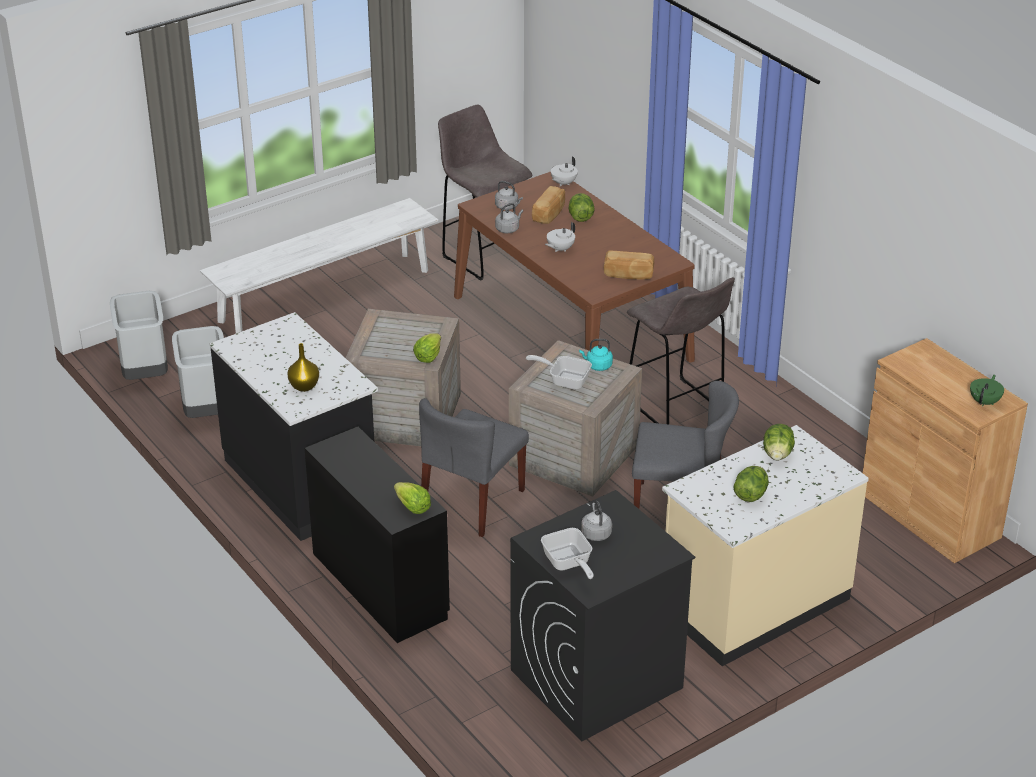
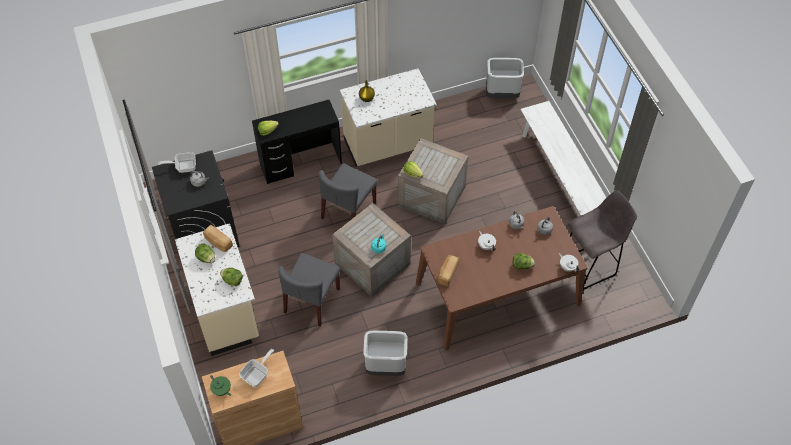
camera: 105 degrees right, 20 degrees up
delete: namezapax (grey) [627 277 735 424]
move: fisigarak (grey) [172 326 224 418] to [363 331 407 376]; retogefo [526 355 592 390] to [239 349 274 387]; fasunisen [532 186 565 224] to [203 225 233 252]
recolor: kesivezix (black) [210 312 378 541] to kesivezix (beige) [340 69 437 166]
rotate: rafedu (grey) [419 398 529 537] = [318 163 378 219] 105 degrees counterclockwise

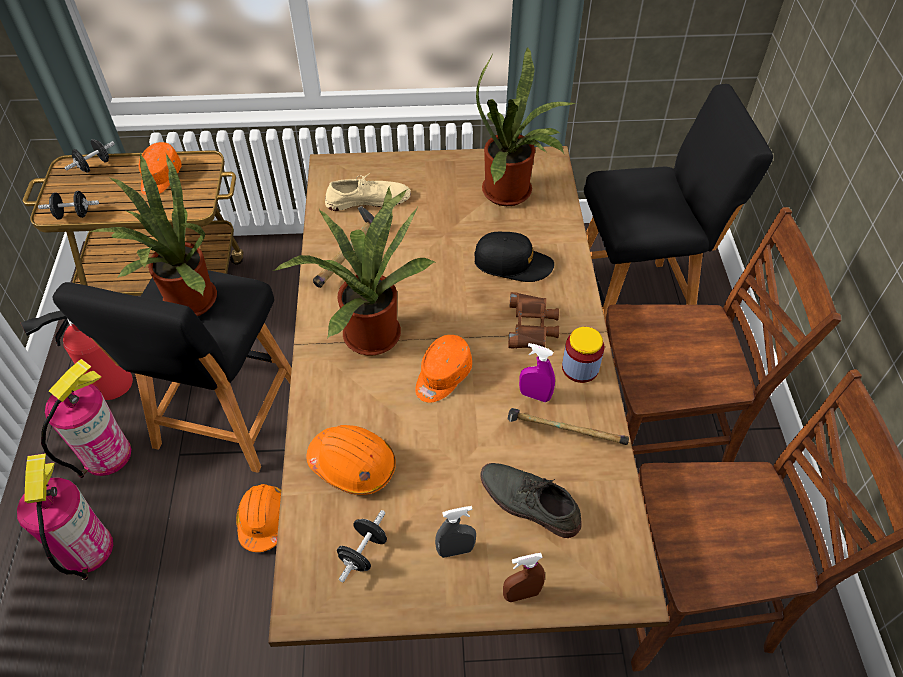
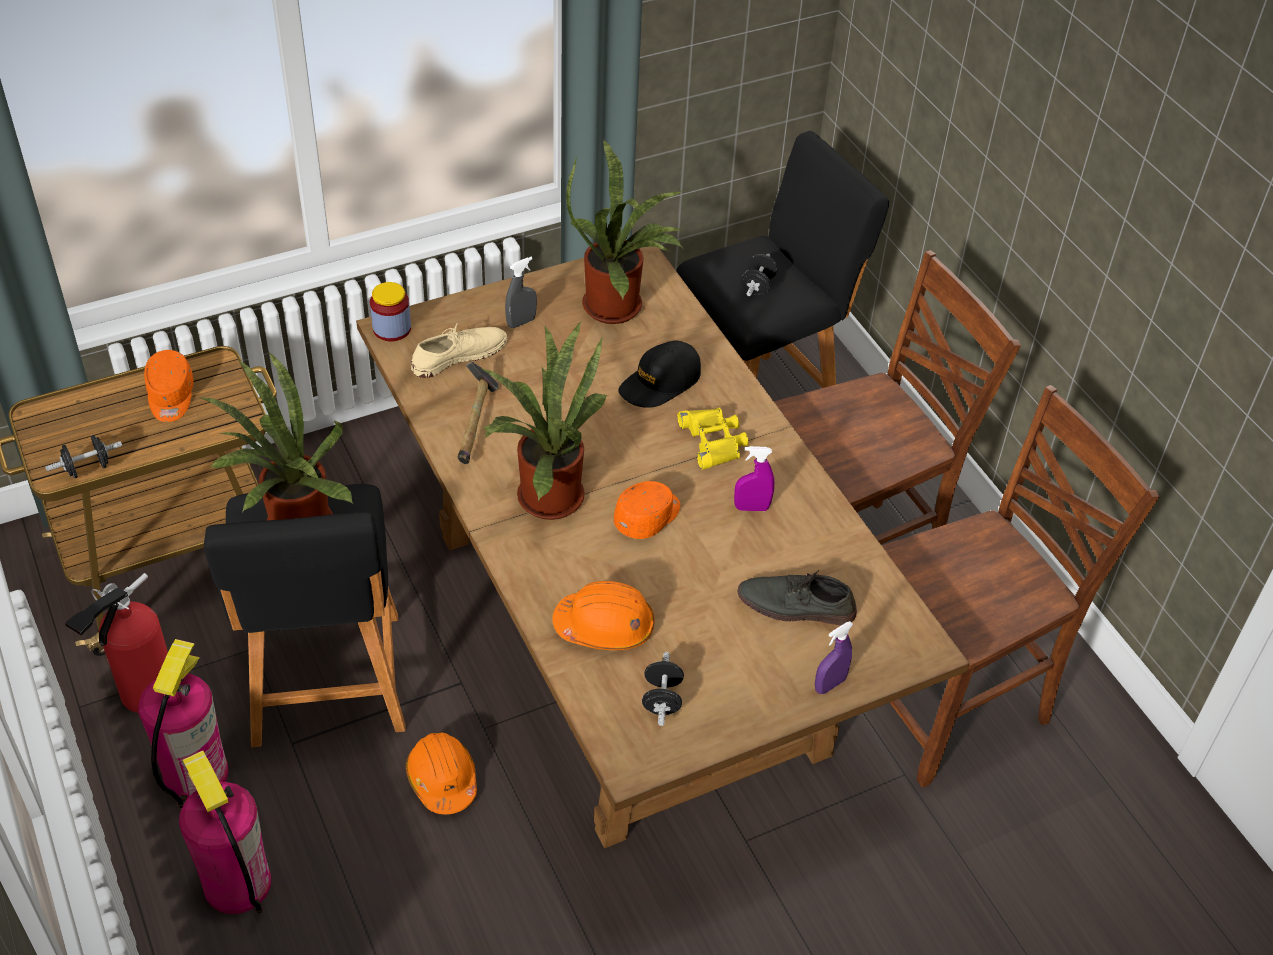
camera: 25 degrees left, 5 degrees down
delete: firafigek [508 408 629 445]
move: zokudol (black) [64 139 115 173] to [741 254 778 296]; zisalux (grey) [435 506 476 558] to [505 257 537 328]; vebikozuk [562 327 604 383] to [370 282 411 341]
recolor: zisalux (brown) [503 553 545 602] to zisalux (purple) [815 621 853 694]; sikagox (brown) [508 292 559 349] to sikagox (yellow) [677 408 748 470]
rotate: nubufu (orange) [415 335 472 403] = [614 481 680 539] 150 degrees counterclockwise; nubufu (black) [475 232 554 282] = [618 341 701 408] 150 degrees clockwise

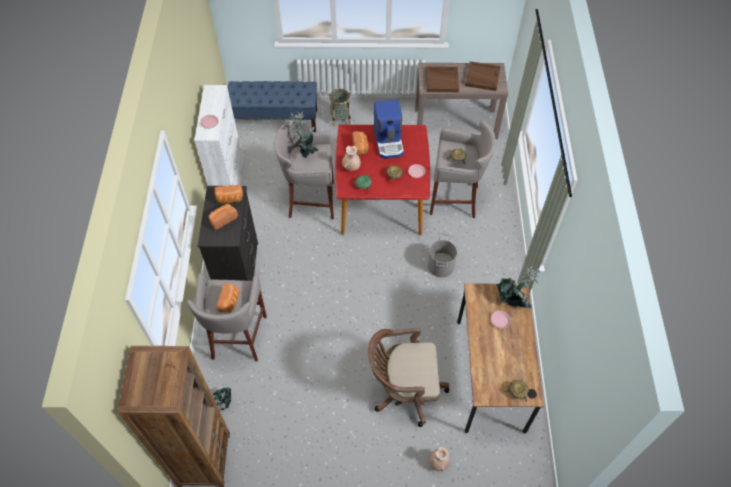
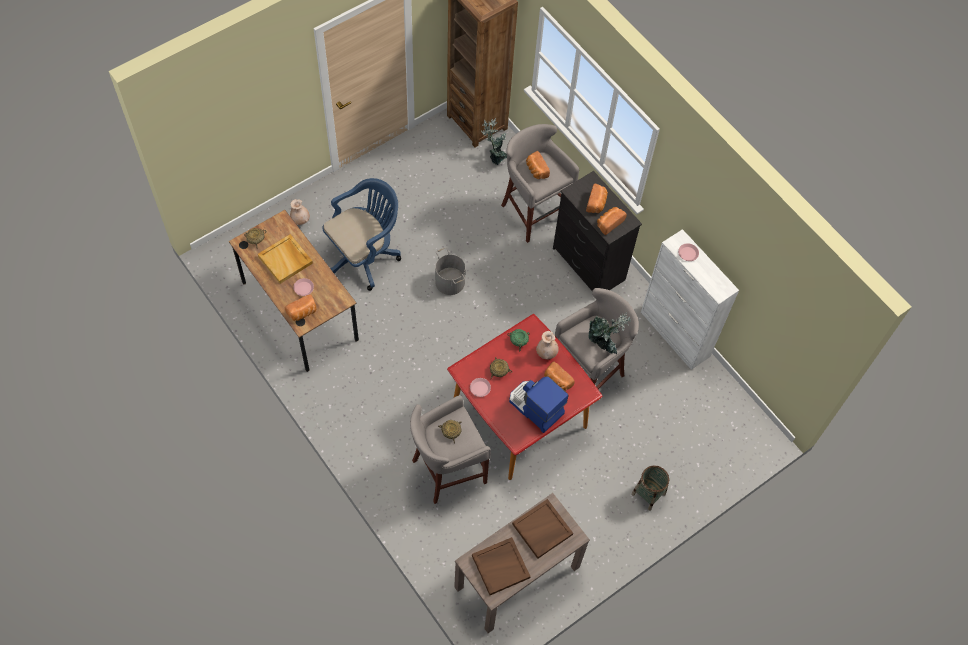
camera: 140 degrees right, 5 degrees up
delete: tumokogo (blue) [228 81 317 132]
insert: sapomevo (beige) [258 234 313 284]
move: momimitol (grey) [428 234 457 277] to [435 247 466 295]
replace: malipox [496 265 541 308] to fasunisen [285 294 317 321]
recolor: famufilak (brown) [368 328 449 427] to famufilak (blue) [322 178 401 291]

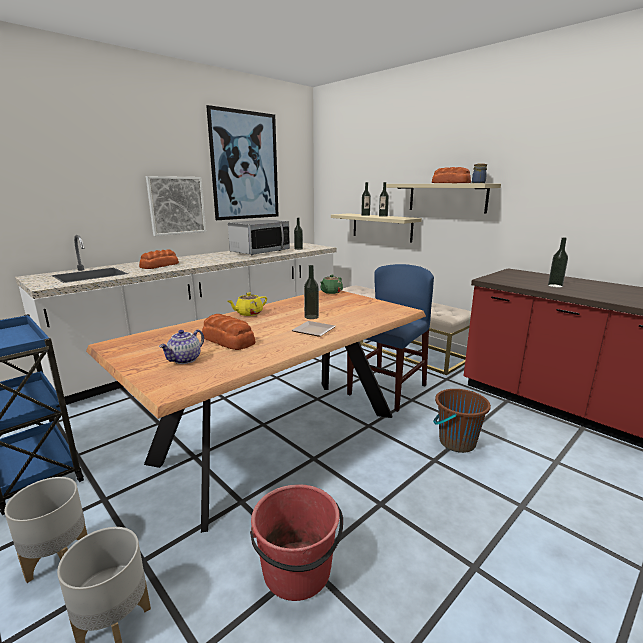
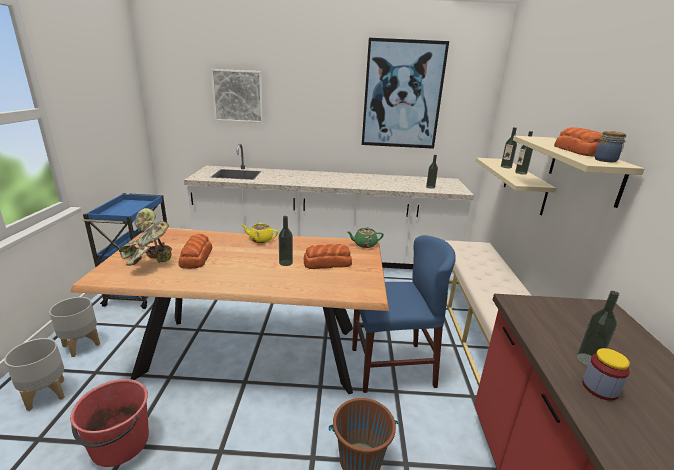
camera: 45 degrees right, 5 degrees up
delete: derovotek [228 219 290 255]; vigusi [291 321 336 336]
insert: vebikozuk [582 348 630 401]
move: fasunisen [139 249 179 269] to [304 244 352 269]; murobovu [146 176 206 236] to [211 69 263 123]
replace: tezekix [159 329 204 364] to malipox [119 208 172 266]

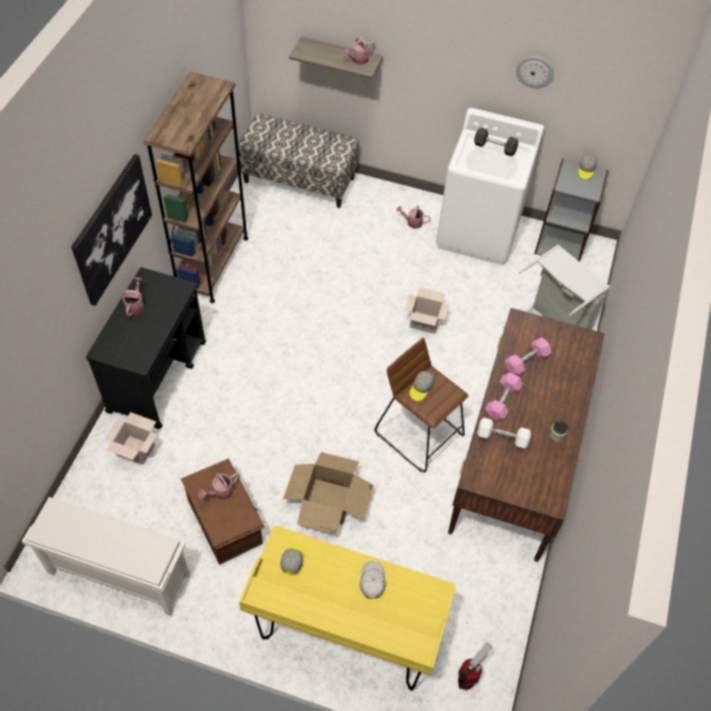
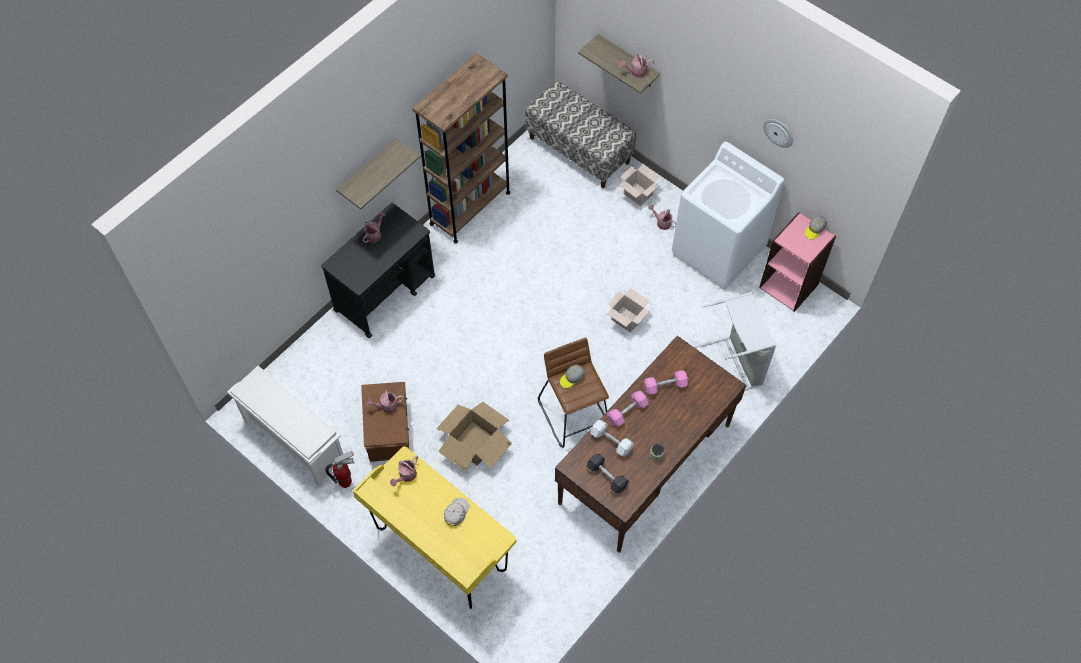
camera: 25 degrees right, 5 degrees up
move: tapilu [105 412 158 464] to [619 164 661 206]; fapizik [458 642 492 690] to [325 451 355 488]; zokudol (grey) [474 127 518 156] to [587 454 629 493]
replace: murobovu [71 154 152 306] to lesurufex [336 138 421 209]; nubufu [281 543 305 574] to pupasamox [390 456 418 486]
recolor: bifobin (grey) [535 159 609 262] to bifobin (pink) [759 212 836 312]

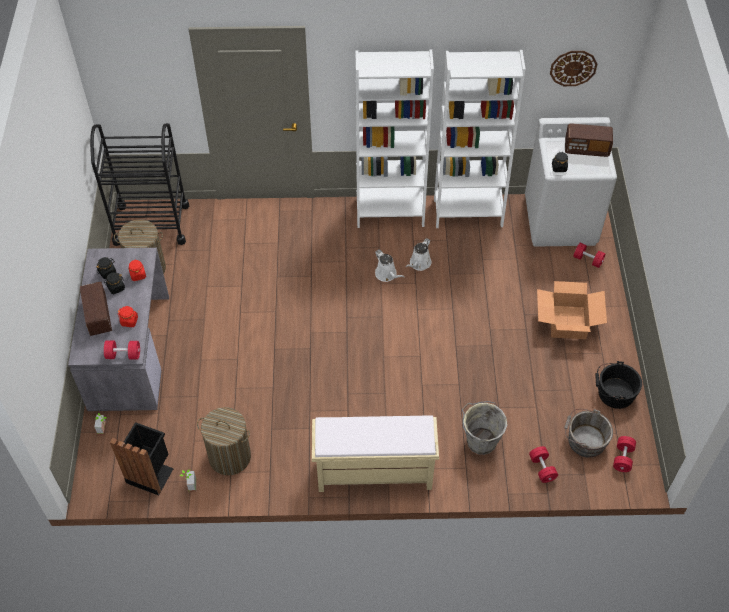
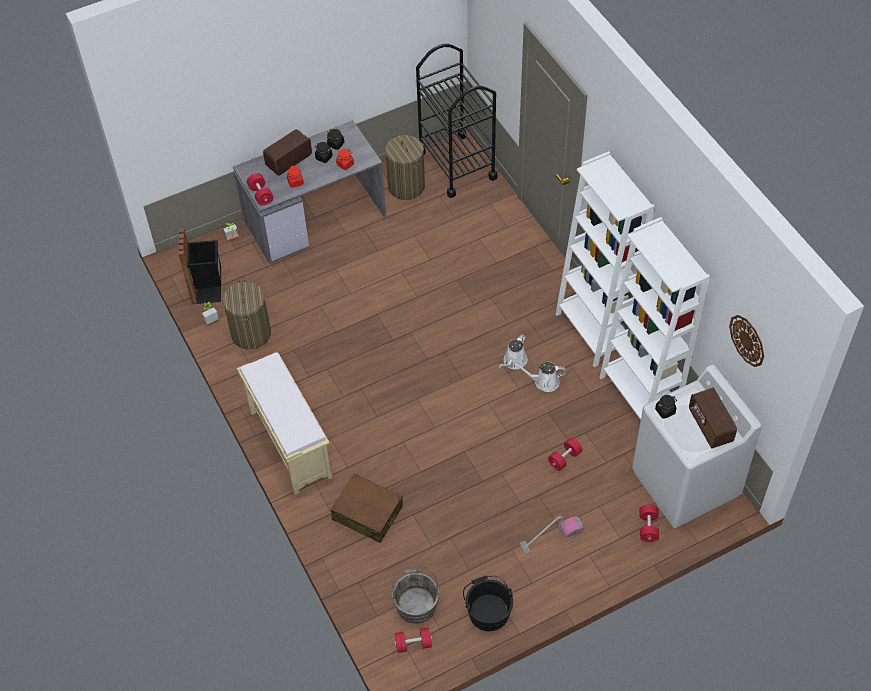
camera: 65 degrees right, 0 degrees up
move: zokudol (red) [529 446 558 483] to [548 438 583 471]
replace: momimitol (grey) [462 401 507 455] to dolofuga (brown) [331 473 403 543]; tapilu [537 281 607 339] to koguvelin [520 516 584 554]

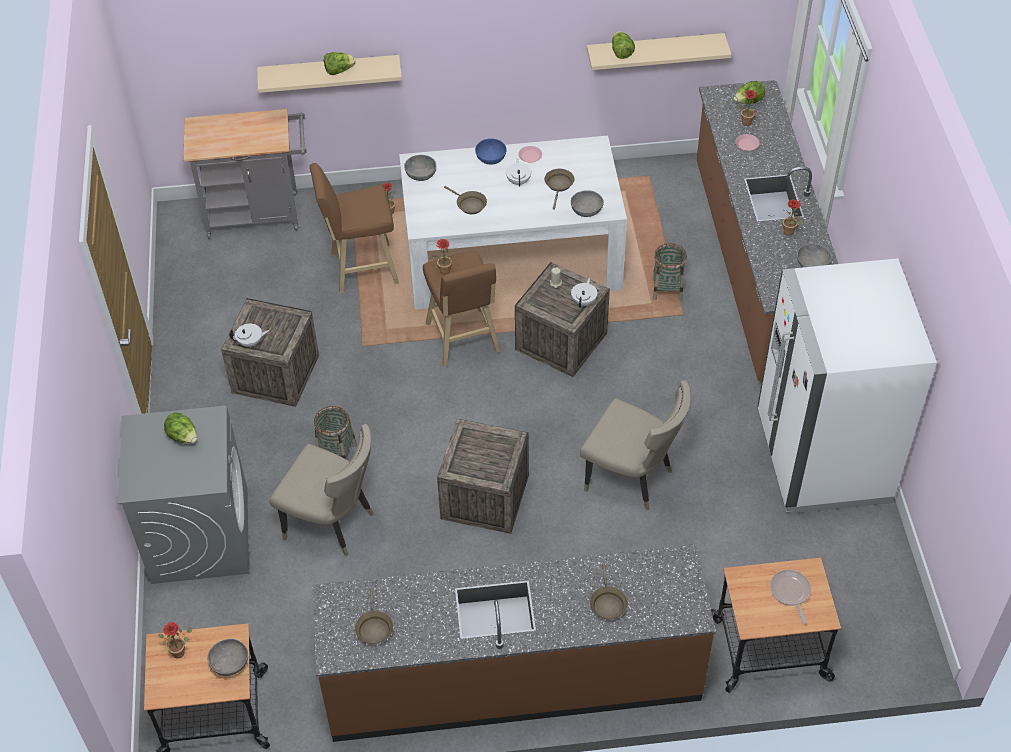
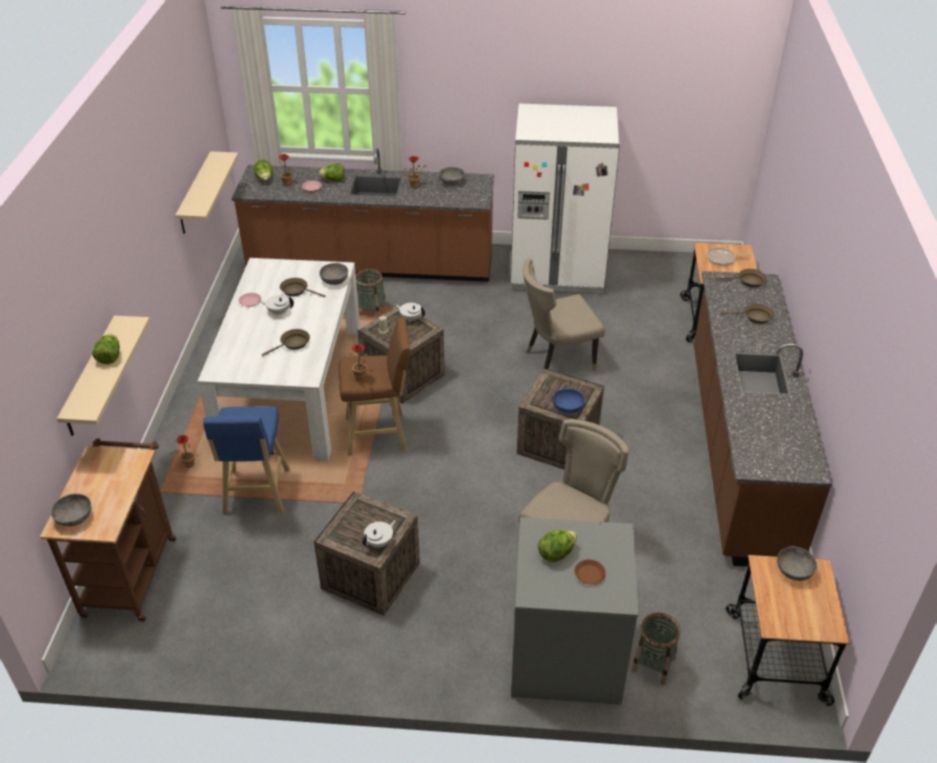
camera: 80 degrees left, 10 degrees down
delete: malipox [158 622 192 658]
insert: vigusi (brown) [575 560 606 585]
move: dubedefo [314 406 357 459] to [631 613 681 685]; retogefo (brown) [355 588 393 644] to [716 269 767 288]; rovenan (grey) [404 155 436 181] to [51 493 91 527]; rovenan (blue) [475 138 506 165] to [553 389 585 414]; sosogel [612 31 635 59] to [319 163 344 182]
recolor: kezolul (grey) [184 109 307 239] to kezolul (brown) [40 438 176 622]; namezapax (brown) [310 163 399 294] to namezapax (blue) [203 406 290 515]
rotate: tezekix (white) [229 324 269 348] = [362 520 396 547] 45 degrees clockwise; rafedu (beige) [580 380 691 510] = [523 258 605 372] 150 degrees counterclockwise

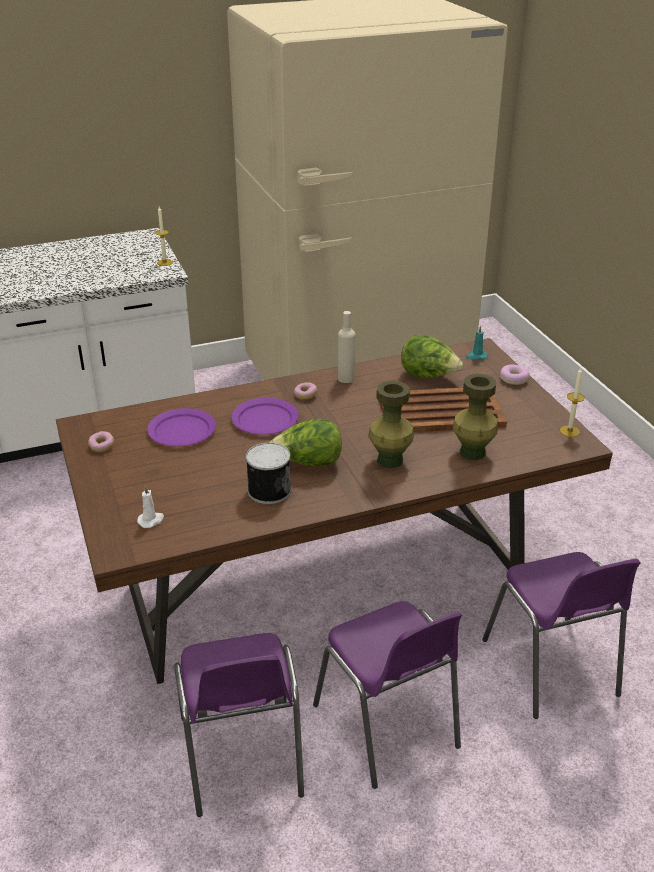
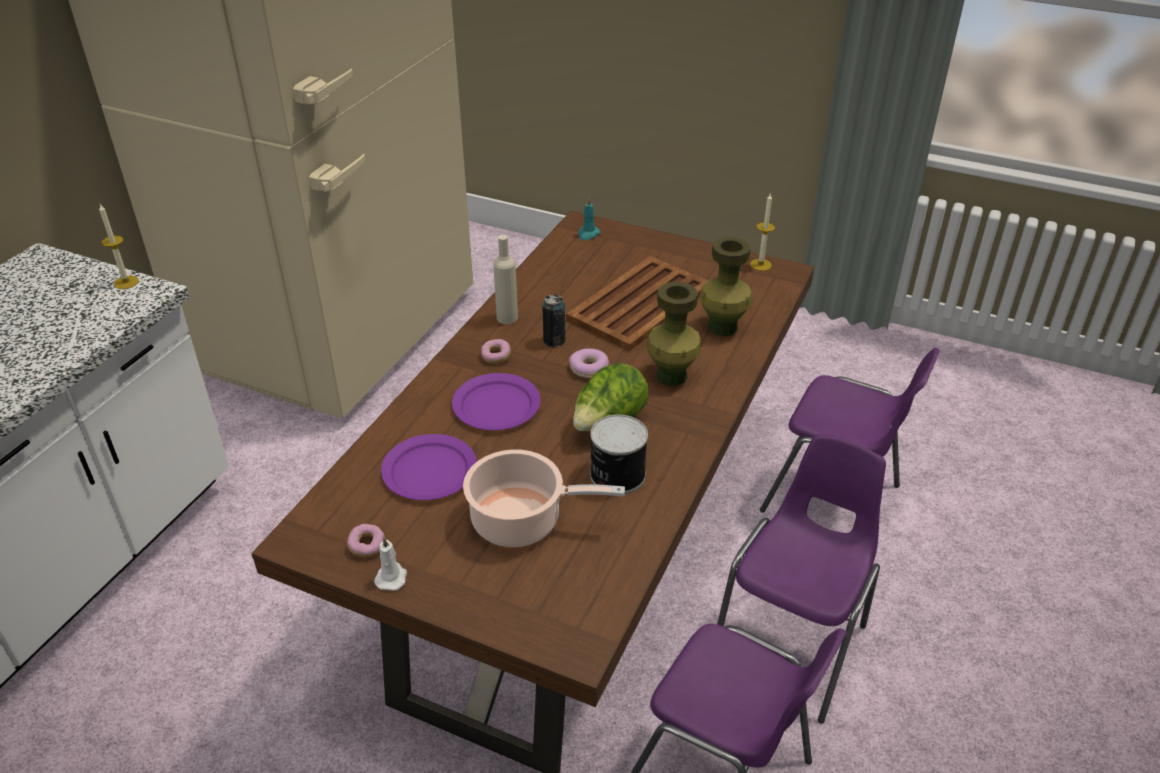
camera: 45 degrees left, 5 degrees up
delete: sosogel [401 335 463 378]
insert: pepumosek [463 449 625 547]; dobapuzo [542 294 565 347]
move: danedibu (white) [137 485 164 528] to [374 536 407 591]; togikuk [500 365 530 385] to [569 349 609 378]
rotate: rafedu (purple) [313 601 462 789] = [717 434 886 724] 75 degrees counterclockwise

